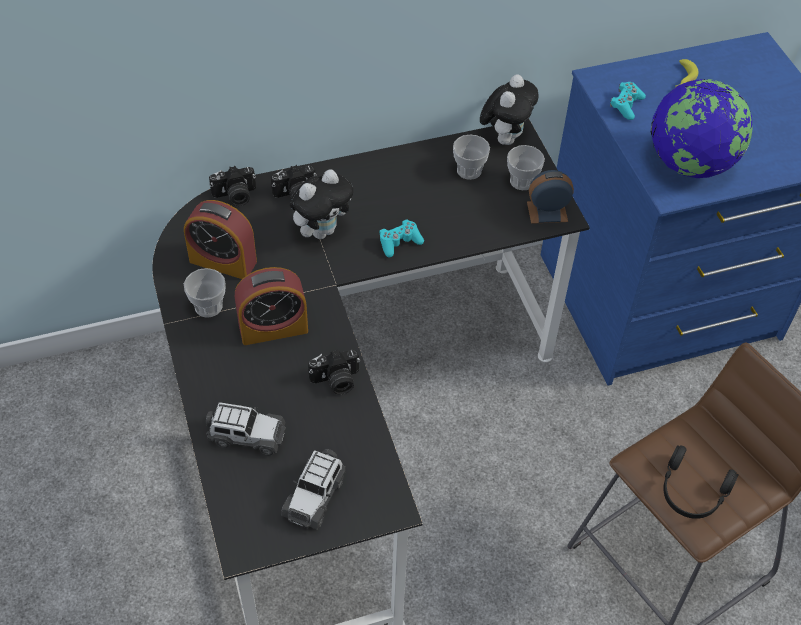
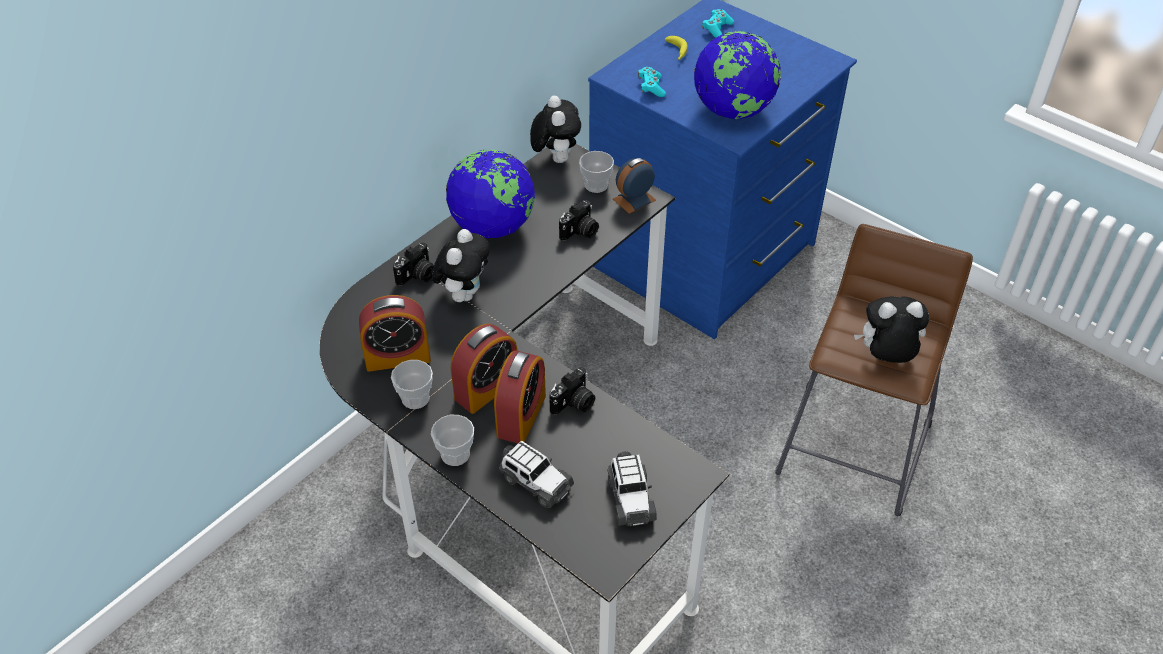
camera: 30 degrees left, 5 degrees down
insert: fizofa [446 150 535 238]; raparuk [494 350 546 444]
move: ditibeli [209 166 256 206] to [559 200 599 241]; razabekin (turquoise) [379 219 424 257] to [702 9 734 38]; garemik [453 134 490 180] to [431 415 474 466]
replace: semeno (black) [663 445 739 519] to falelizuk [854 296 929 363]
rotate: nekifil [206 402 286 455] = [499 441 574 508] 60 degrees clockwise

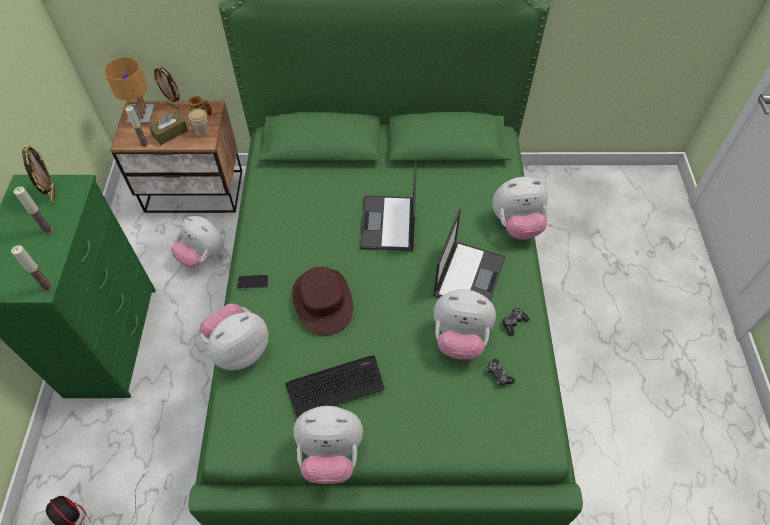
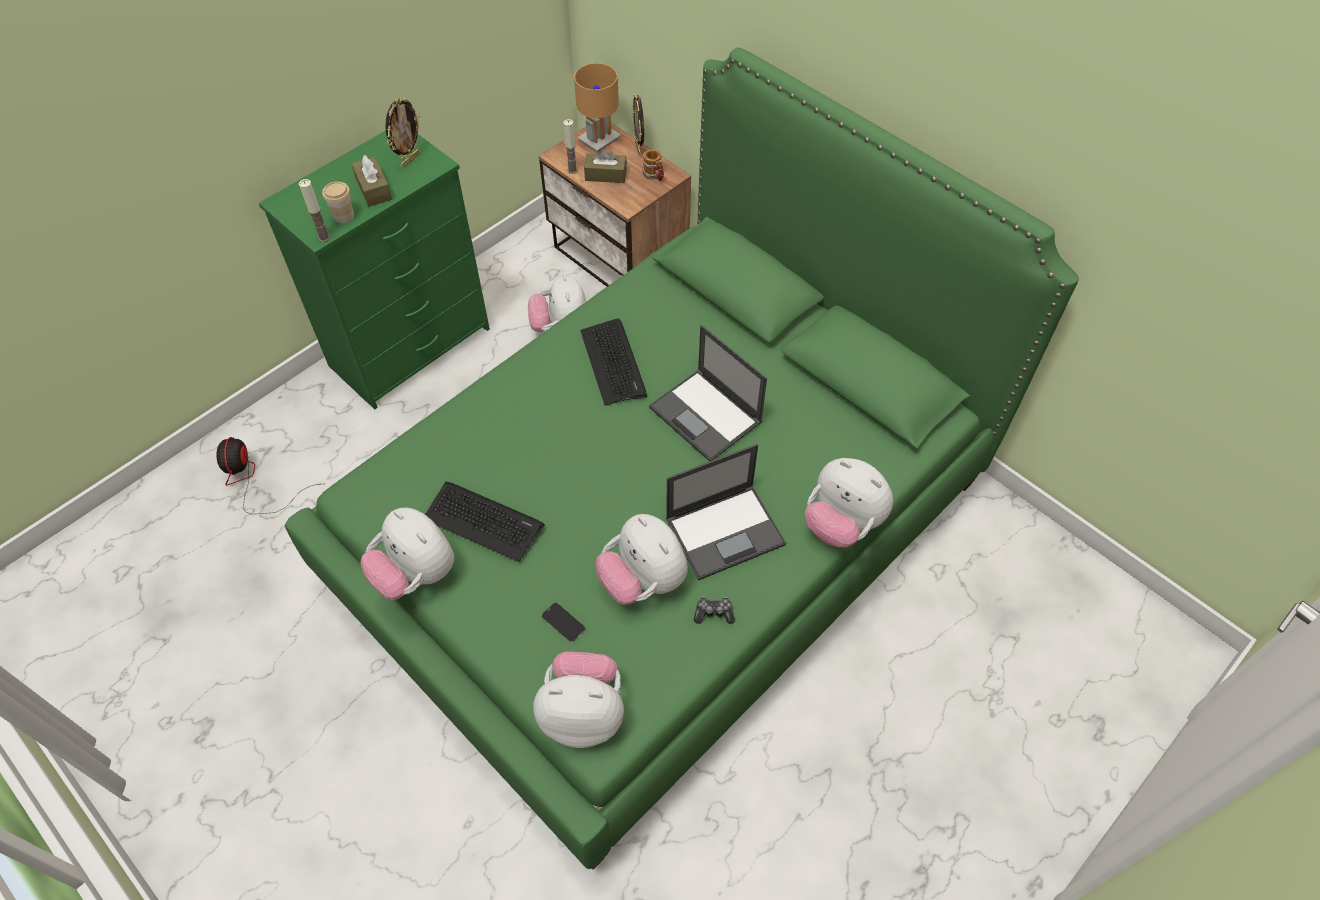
camera: 45 degrees right, 0 degrees up
delete: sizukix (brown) [292 267 353 336]; razabekin [486 359 515 385]
insert: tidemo [580 319 647 406]
move: garemik [189 109 209 136] to [322 182 354 223]; falelizuk [200 304 268 370] to [533 652 624 748]; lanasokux [237 275 268 289] to [542 603 585 642]
replace: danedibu [14 186 53 235] to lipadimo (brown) [351 155 392 207]
rotate: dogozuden [360 163 417 251] = [649 325 767 462] 90 degrees counterclockwise

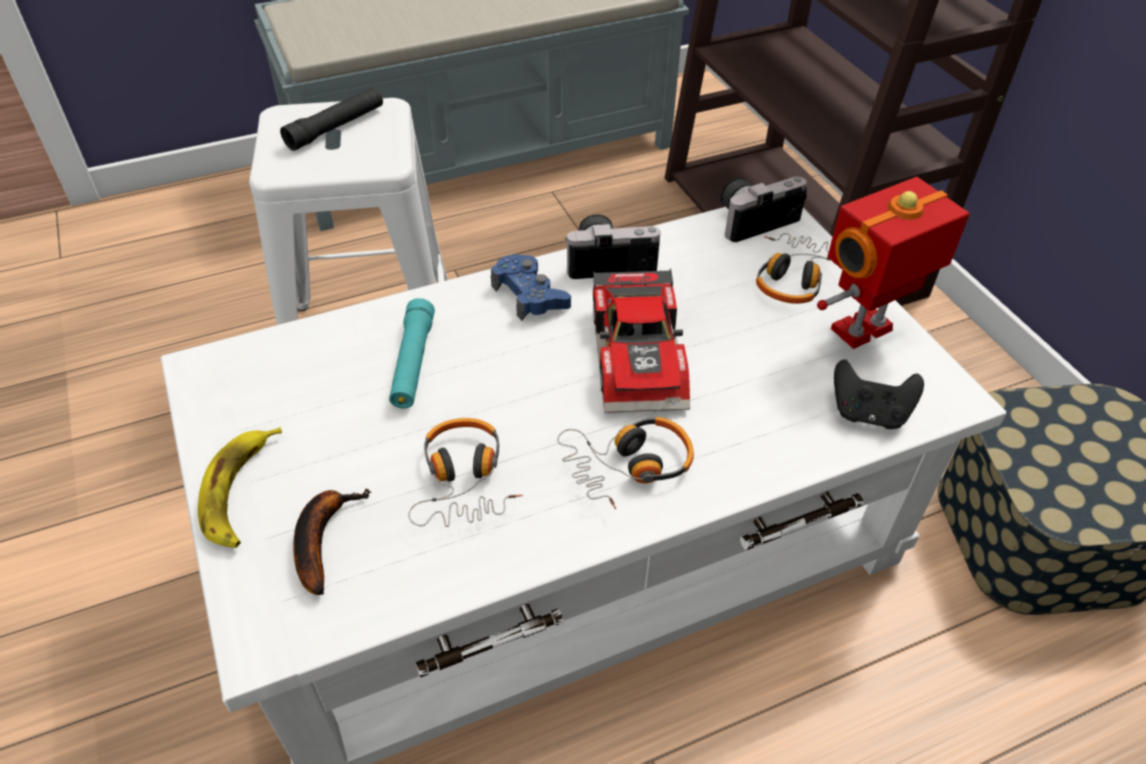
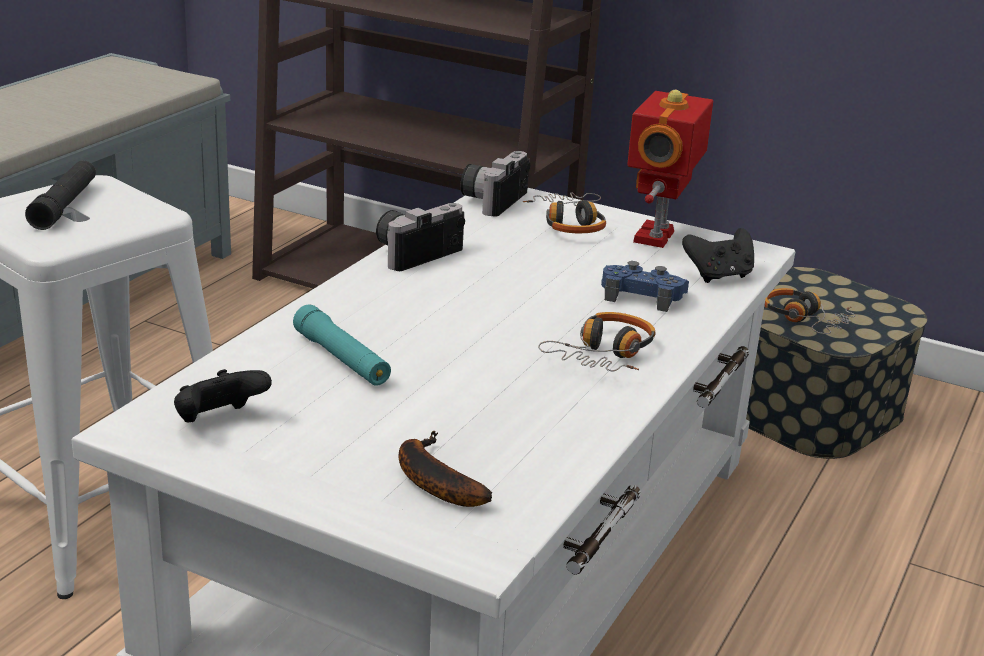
camera: 40 degrees left, 20 degrees down
delete: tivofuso [198 427 282 548]; nekifil [593 269 690 413]
insert: razabekin (black) [174 369 272 422]
move: semeno [408 418 522 527] to [764 288 856 334]; razabekin (blue) [491 254 571 321] to [601 261 689 312]

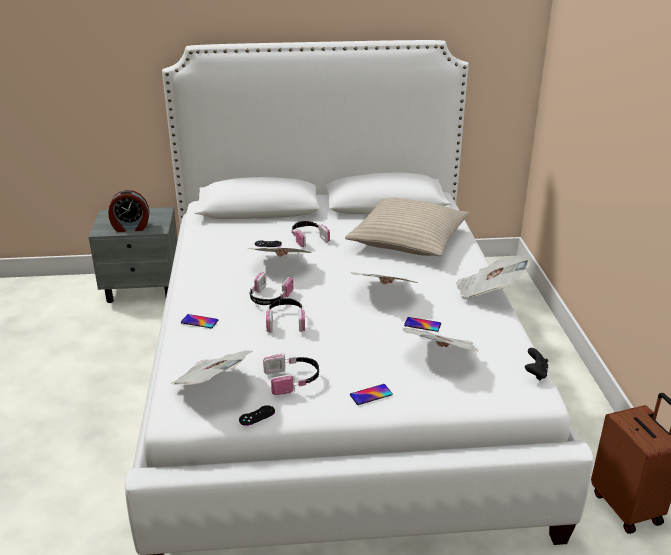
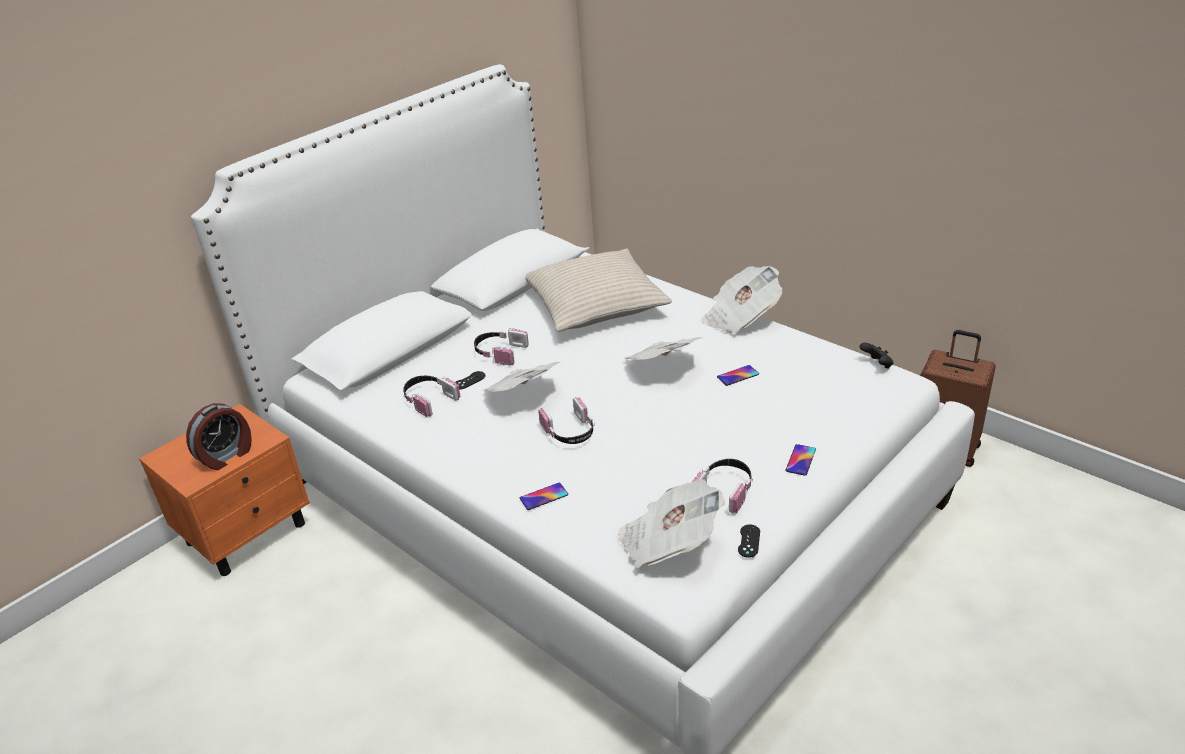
camera: 40 degrees left, 5 degrees up
delete: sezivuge [403 328 479 352]
move: semeno [266 298 305 333] to [403 376 460 417]
recolor: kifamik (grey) [88 207 178 303] to kifamik (orange) [139 404 310 576]

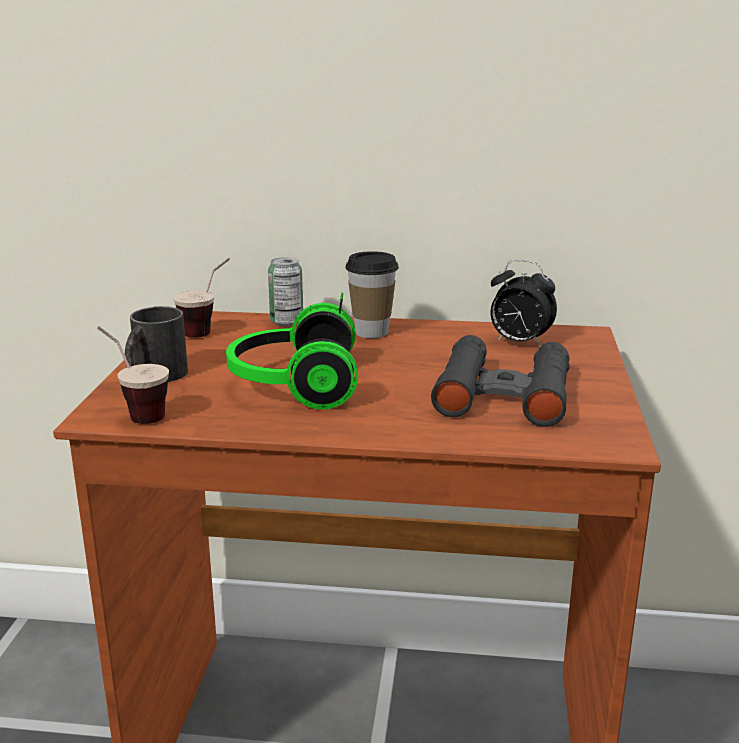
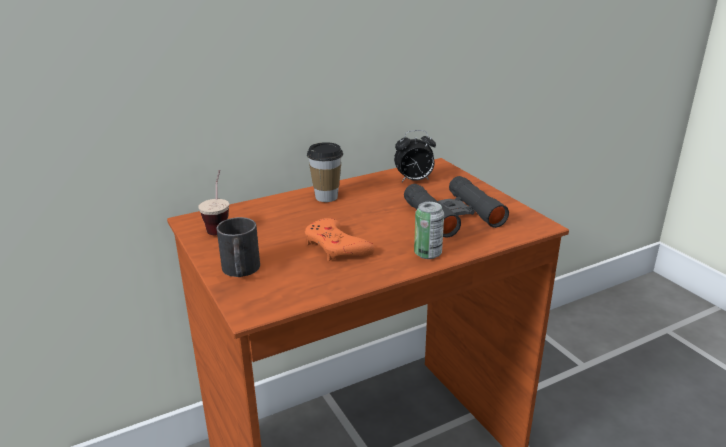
camera: 35 degrees left, 5 degrees up
delete: garemik [97 326 169 424]
move: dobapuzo [268 257 303 326] to [414 202 444 259]
replace: semeno [226 292 358 409] to razabekin (orange) [305 218 375 261]

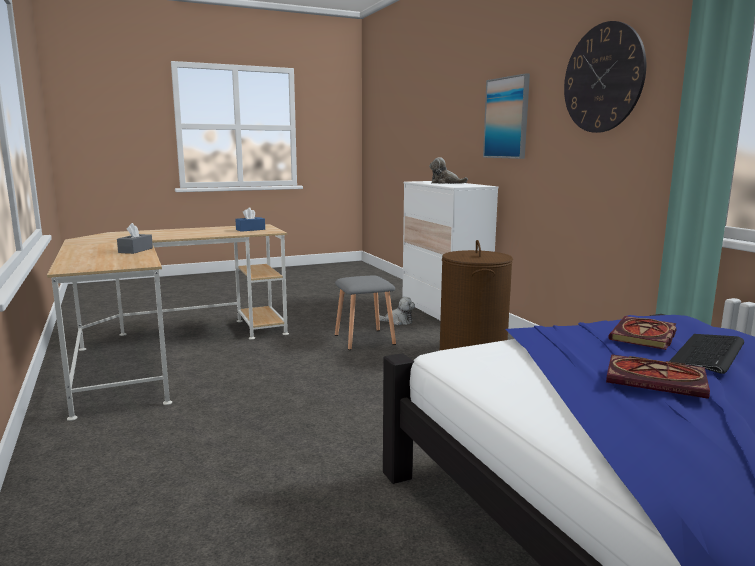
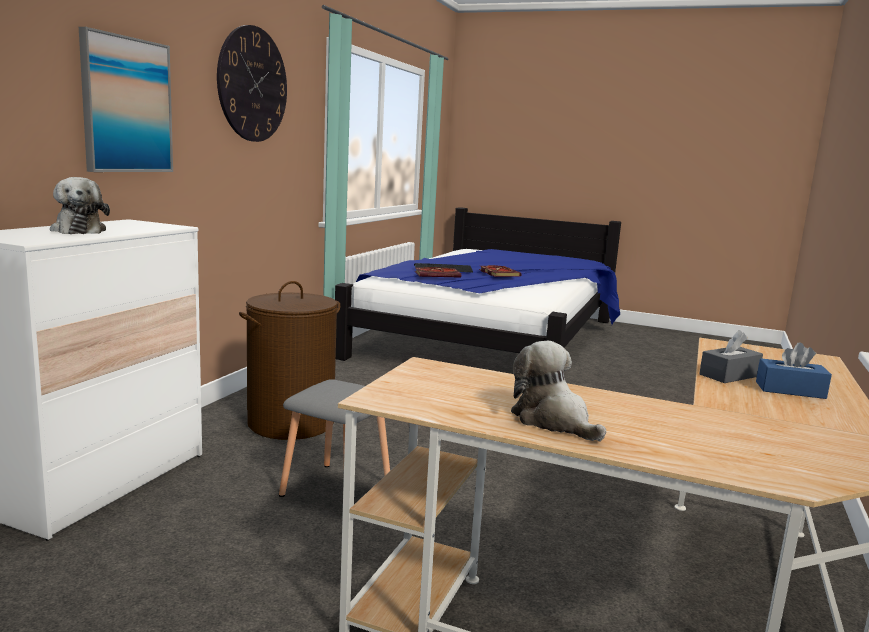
camera: 135 degrees left, 0 degrees up
move: lipadimo (blue) [235 208 265 232] to [756 342 832 399]; falelizuk [379 297 415 325] to [511 341 606 442]

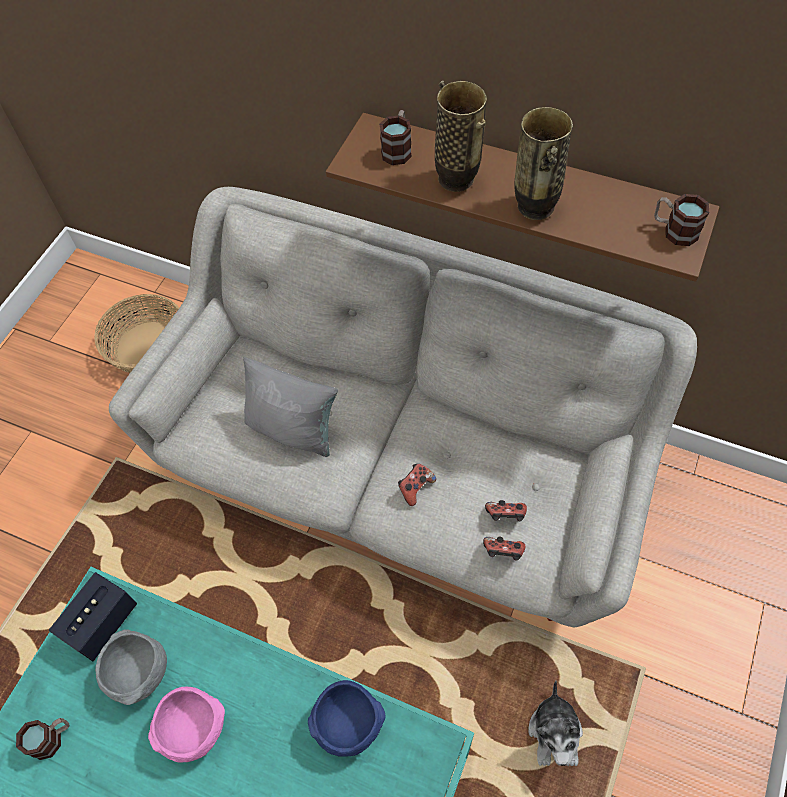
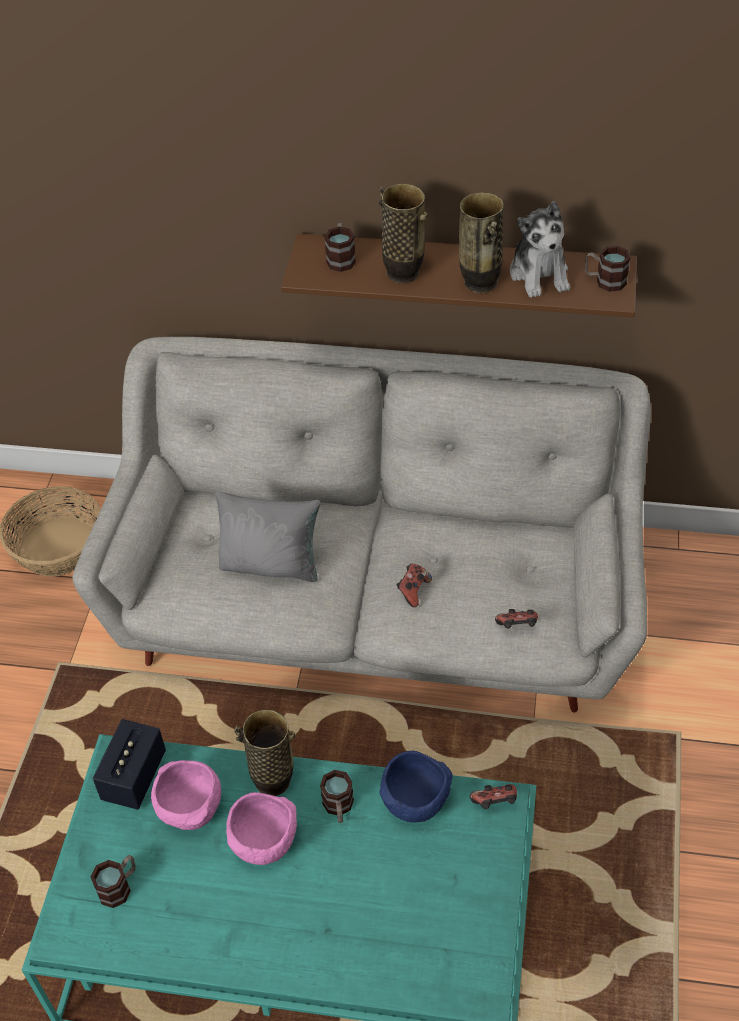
camera: 15 degrees left, 10 degrees down
insert: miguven [234 710 295 796]; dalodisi [320 770 354 823]
move: razabekin [485 500 527 521] to [470 784 517 809]; falelizuk [528 681 583 766] to [510 201 570 298]
recolor: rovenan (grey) [95 629 167 705] to rovenan (pink) [151 760 221 830]

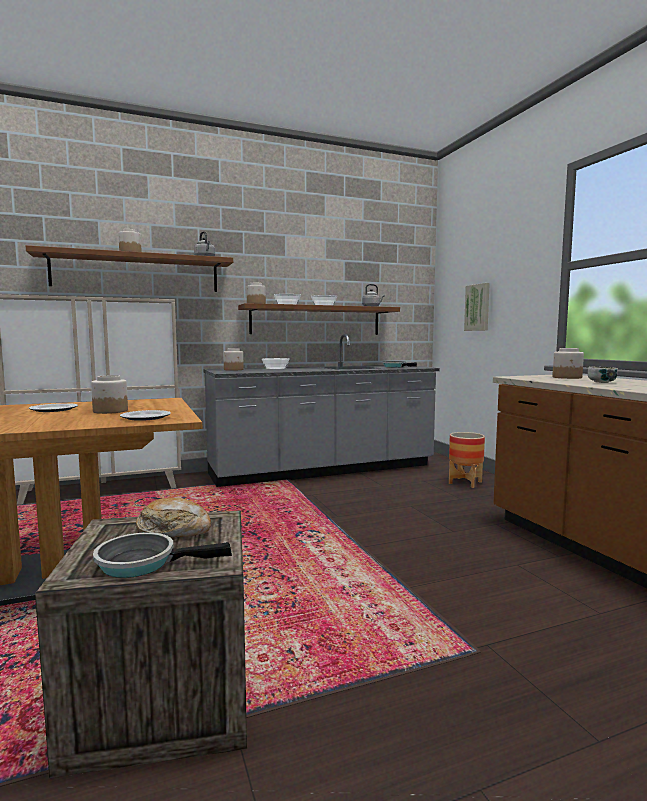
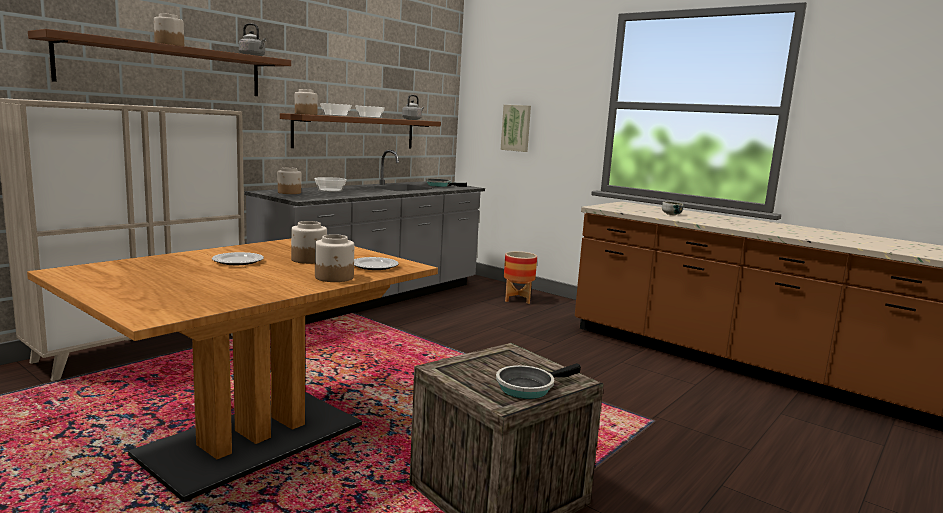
camera: 30 degrees left, 5 degrees up
delete: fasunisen [136 498 211 537]
move: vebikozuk [552 348 584 379] to [315 234 354 282]

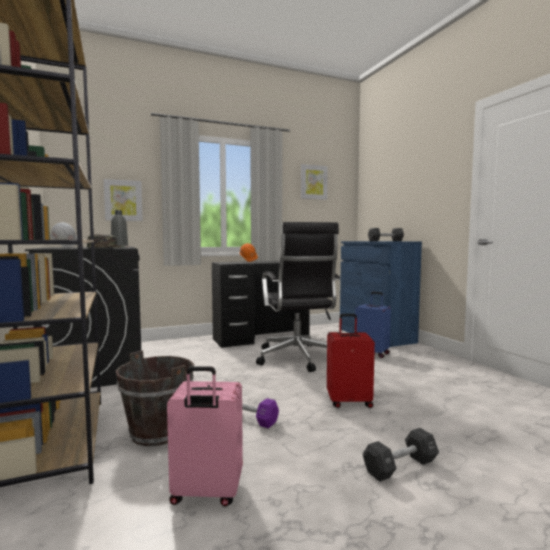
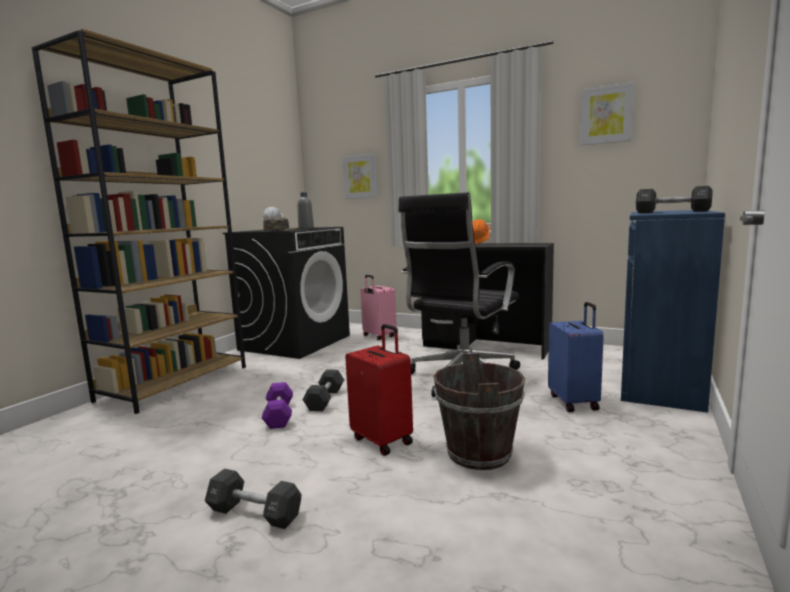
camera: 50 degrees right, 5 degrees up
insert: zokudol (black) [303 369 344 411]
move: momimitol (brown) [116 351 194 446] to [433 353 525 470]; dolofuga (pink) [167 366 243 507] to [360 275 397 340]

